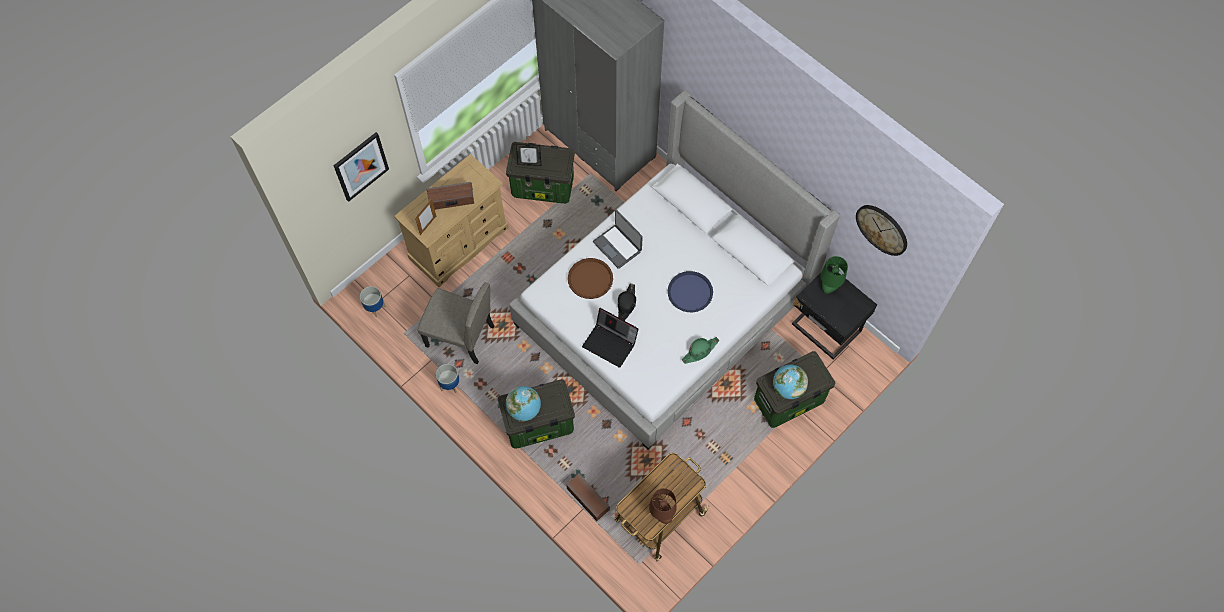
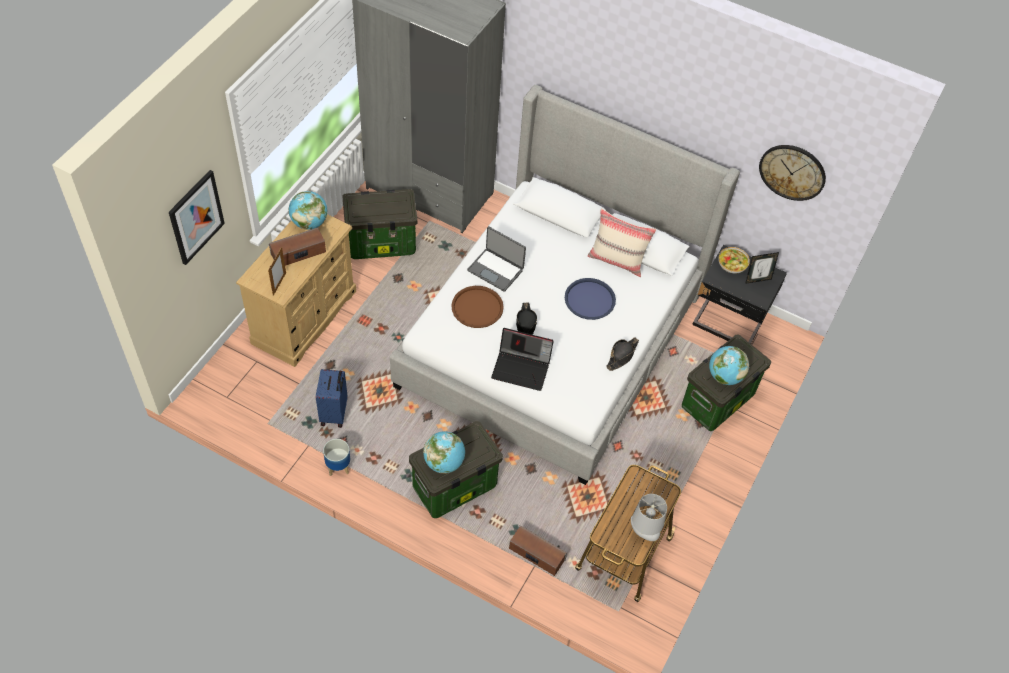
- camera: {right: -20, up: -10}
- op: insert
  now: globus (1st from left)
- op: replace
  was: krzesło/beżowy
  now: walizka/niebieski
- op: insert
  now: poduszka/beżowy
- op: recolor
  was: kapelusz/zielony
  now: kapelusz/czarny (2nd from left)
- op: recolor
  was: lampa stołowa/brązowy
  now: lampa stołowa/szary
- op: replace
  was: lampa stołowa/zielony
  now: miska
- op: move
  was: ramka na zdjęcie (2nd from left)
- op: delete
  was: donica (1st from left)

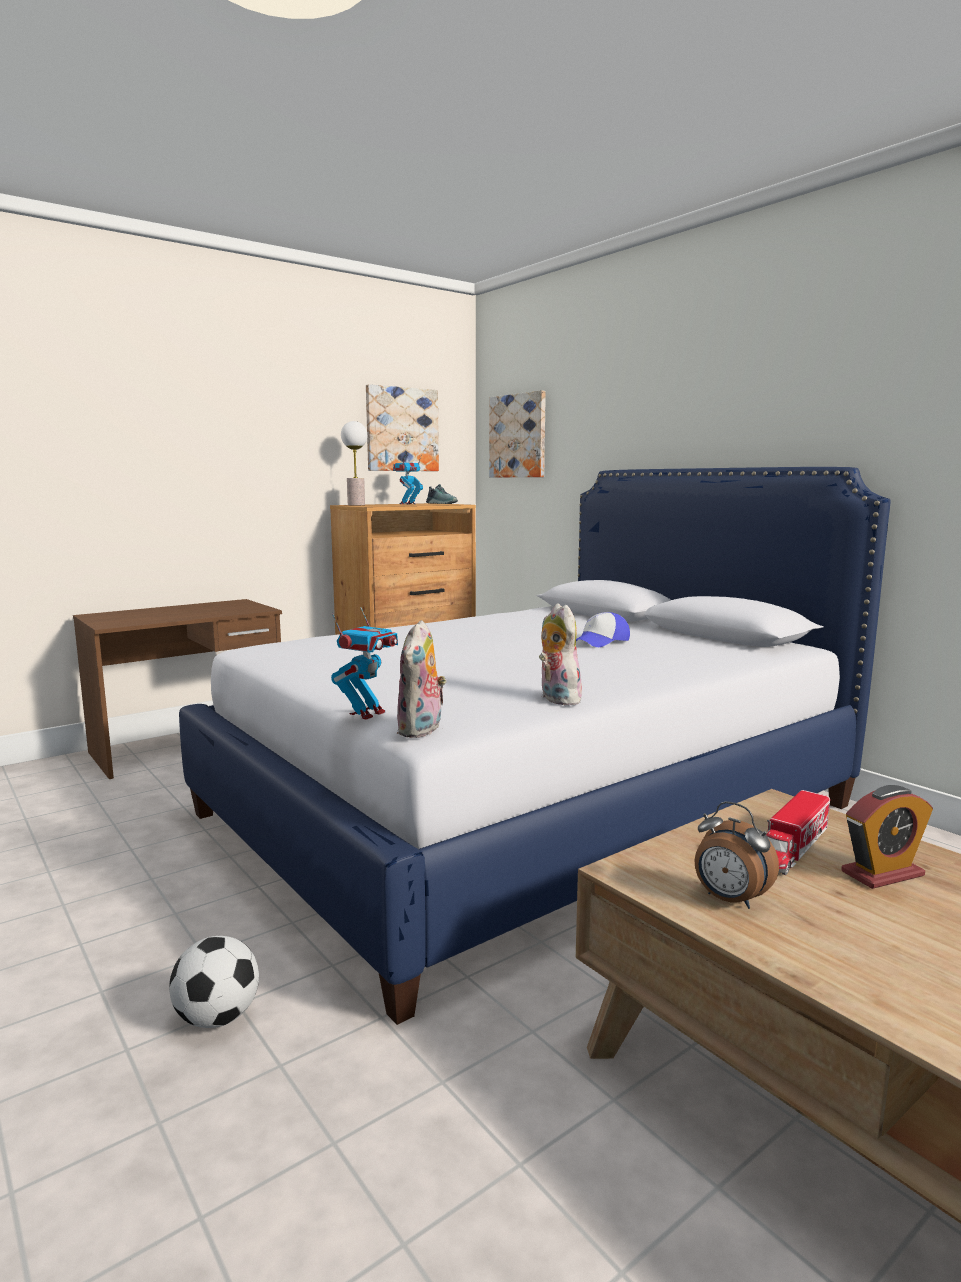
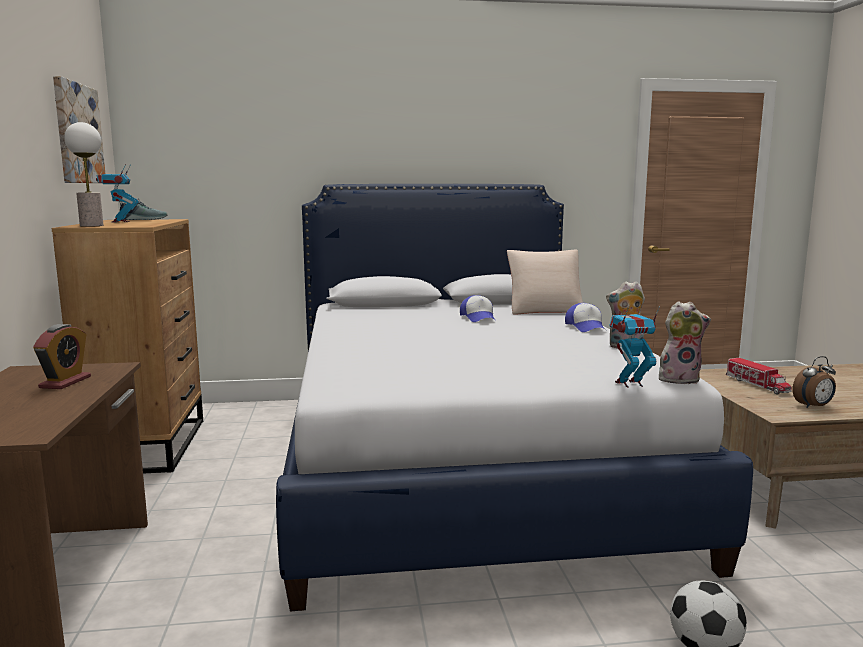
- camera: {right: -60, up: 0}
- op: move
  was: budzik (2nd from left in the first image)
  now: budzik (1st from left)
- op: insert
  now: poduszka/beżowy
- op: insert
  now: czapka z daszkiem (2nd from left)
- op: rotate
  was: robot zabawkowy (1st from left in the first image)
  clockwise: -75
- op: rotate
  was: pluszak (1st from left in the first image)
  clockwise: -45
- op: delete
  was: obraz (2nd from left)

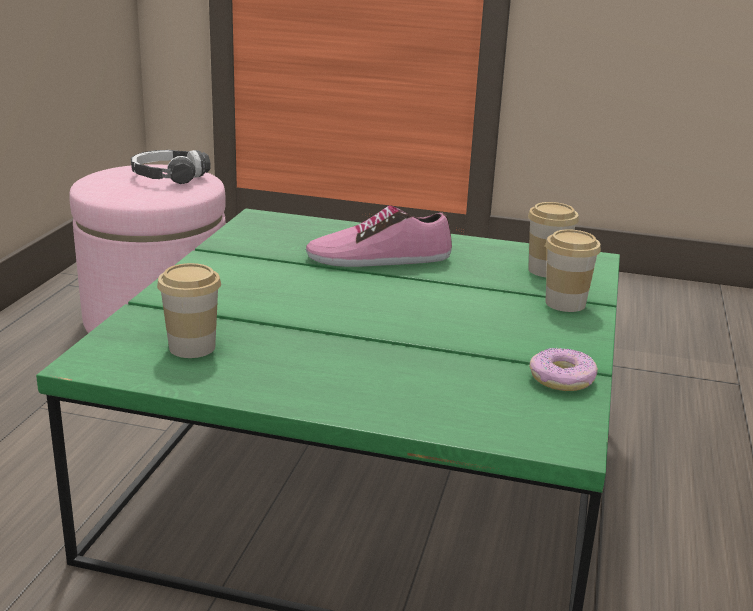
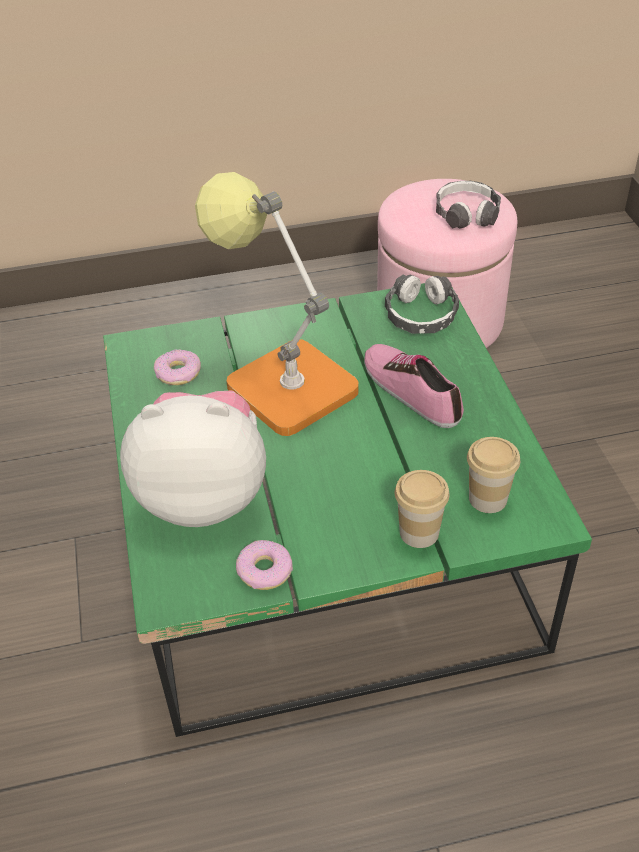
- camera: {right: 65, up: 20}
- op: insert
  now: pluszak
- op: replace
  was: filiżanka (1st from left)
  now: donut (1st from left)
- op: insert
  now: lampa stołowa
- op: insert
  now: słuchawki (1st from left)

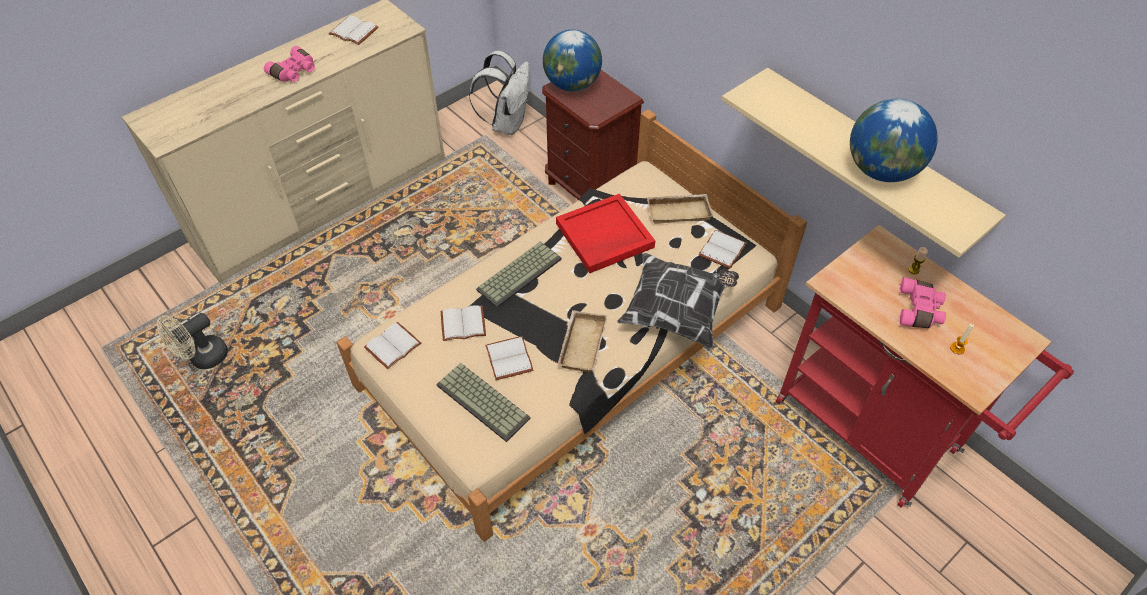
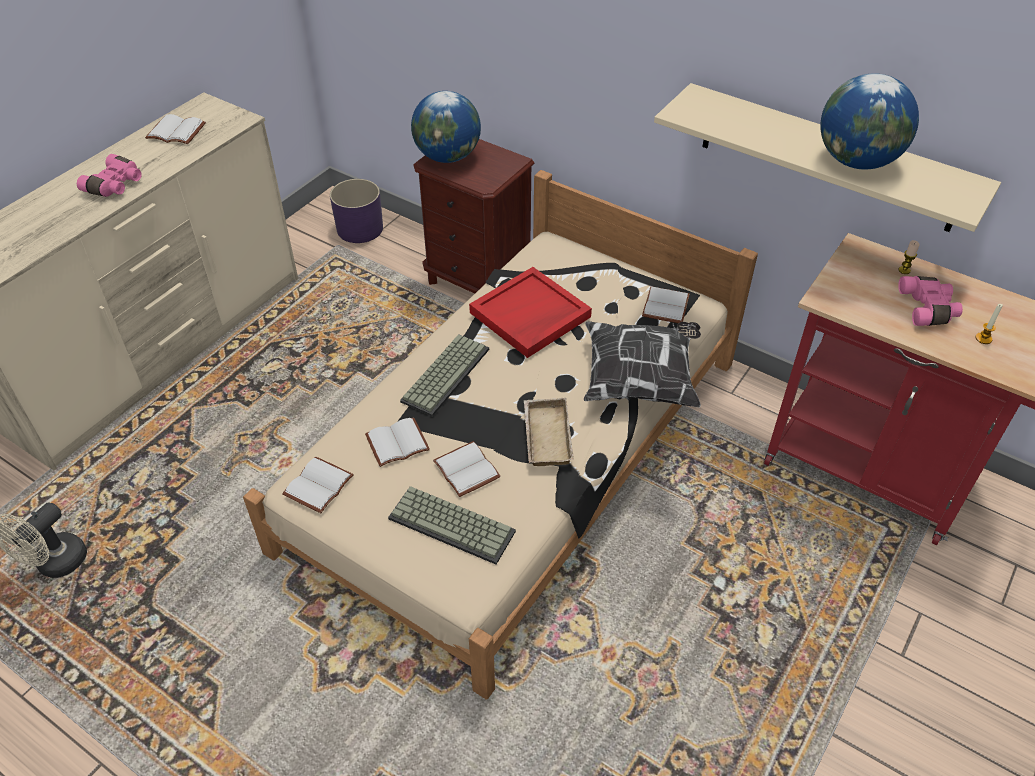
- camera: {right: -15, up: -5}
- op: replace
  was: plecak/biały
  now: donica/fioletowy
- op: delete
  was: taca/beżowy (2nd from left)

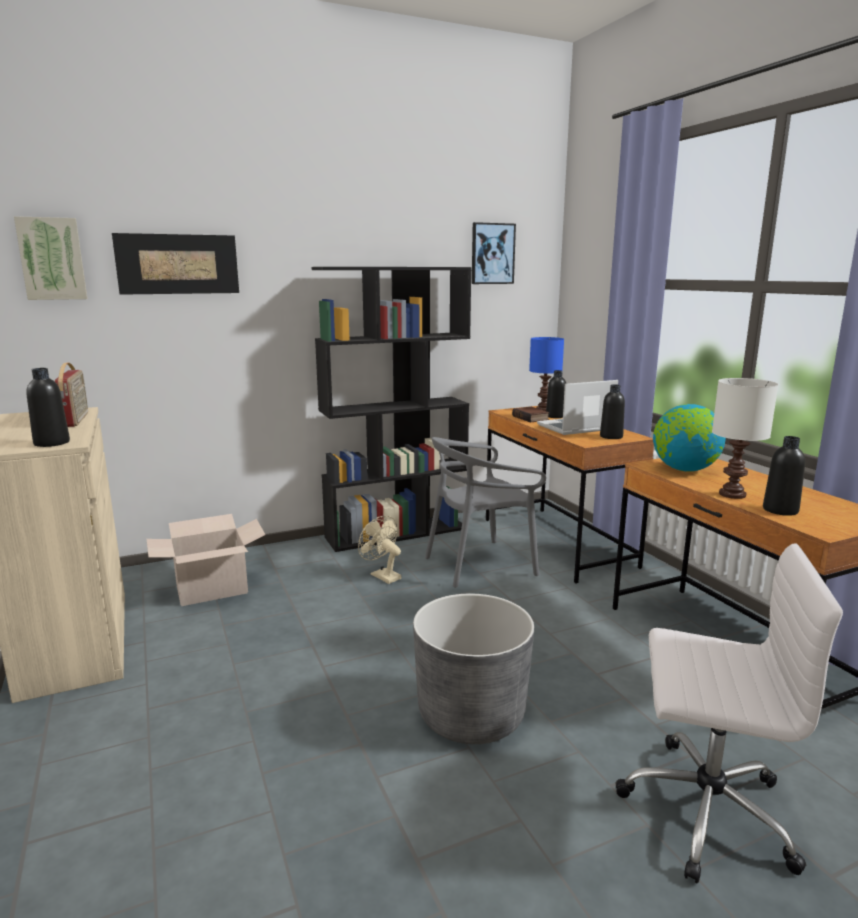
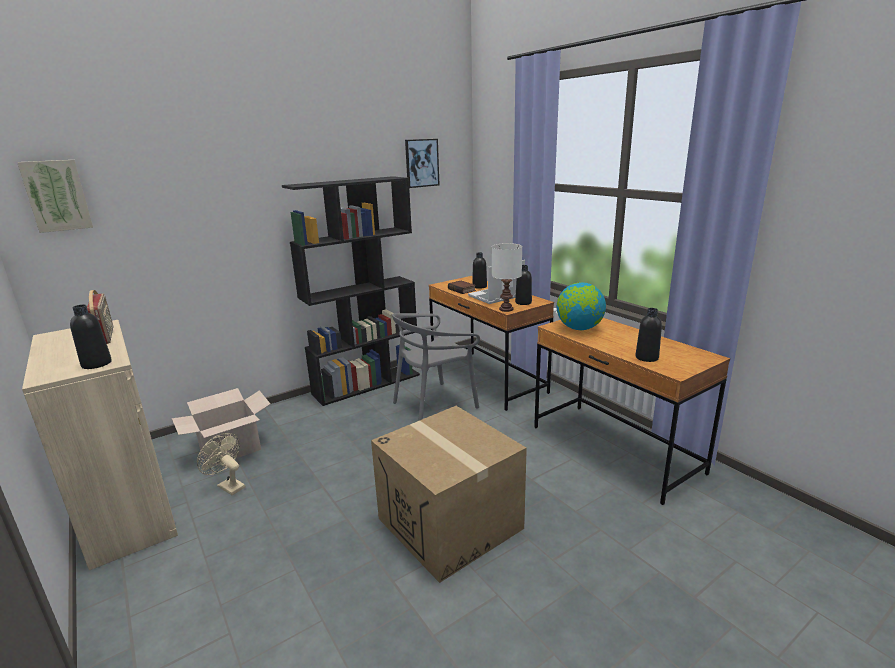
- camera: {right: -10, up: 5}
- op: move
  was: wentylator/beżowy
- op: replace
  was: donica/szary
  now: karton (2nd from left)
- op: move
  was: lampa stołowa/biały
- op: delete
  was: obraz (2nd from left)
- op: delete
  was: lampa stołowa/niebieski
- op: delete
  was: krzesło biurowe/biały

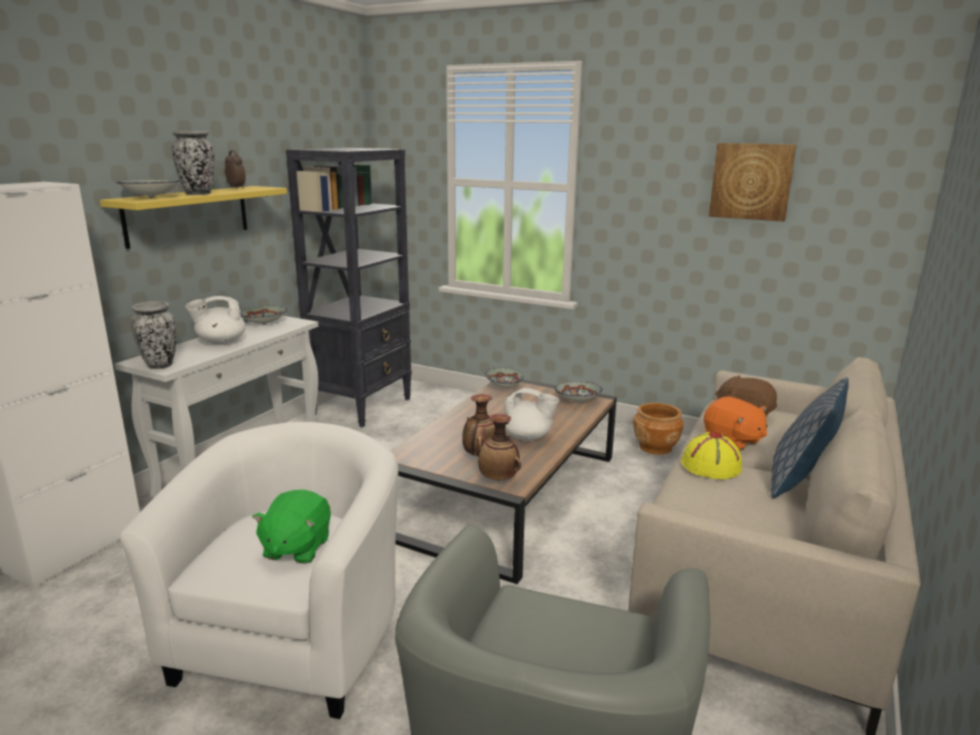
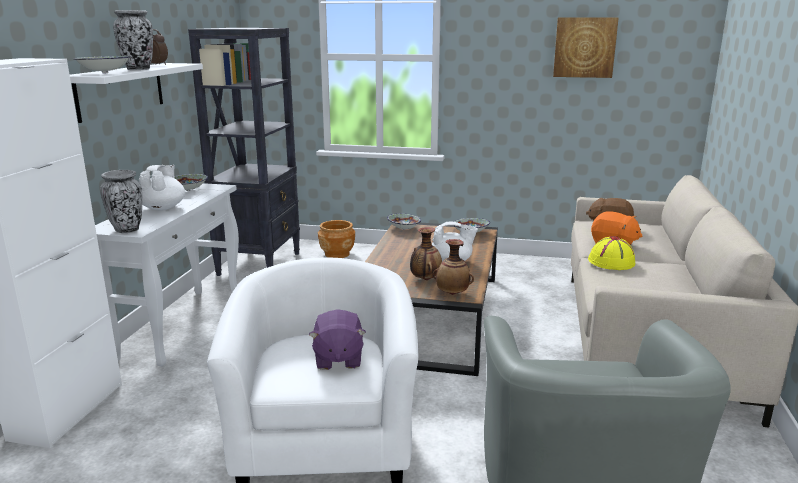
- camera: {right: -15, up: 0}
- op: recolor
  was: półka/żółty
  now: półka/biały
- op: rotate
  was: imbryk/biały (1st from left)
  clockwise: 135
- op: recolor
  was: pluszak/zielony
  now: pluszak/fioletowy
- op: move
  was: donica/brązowy
- op: delete
  was: poduszka

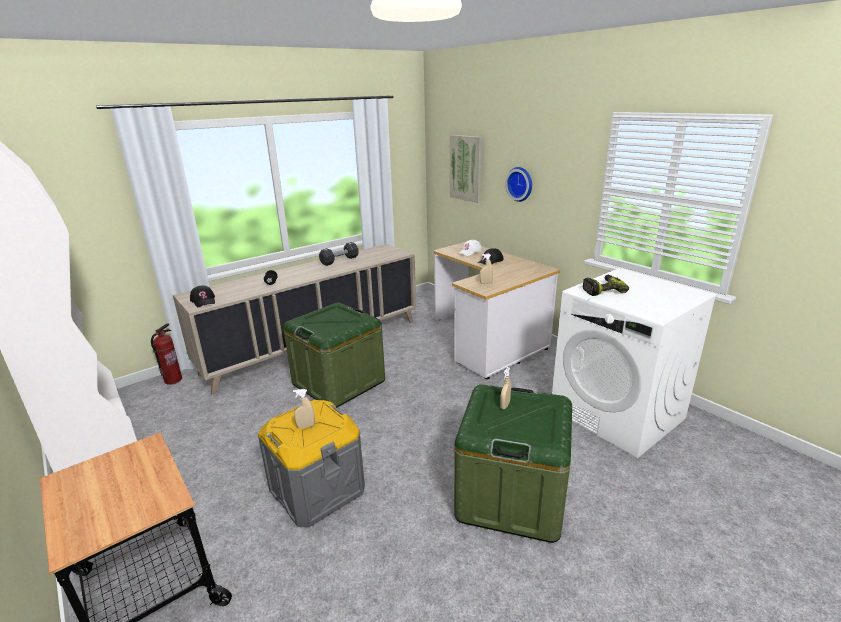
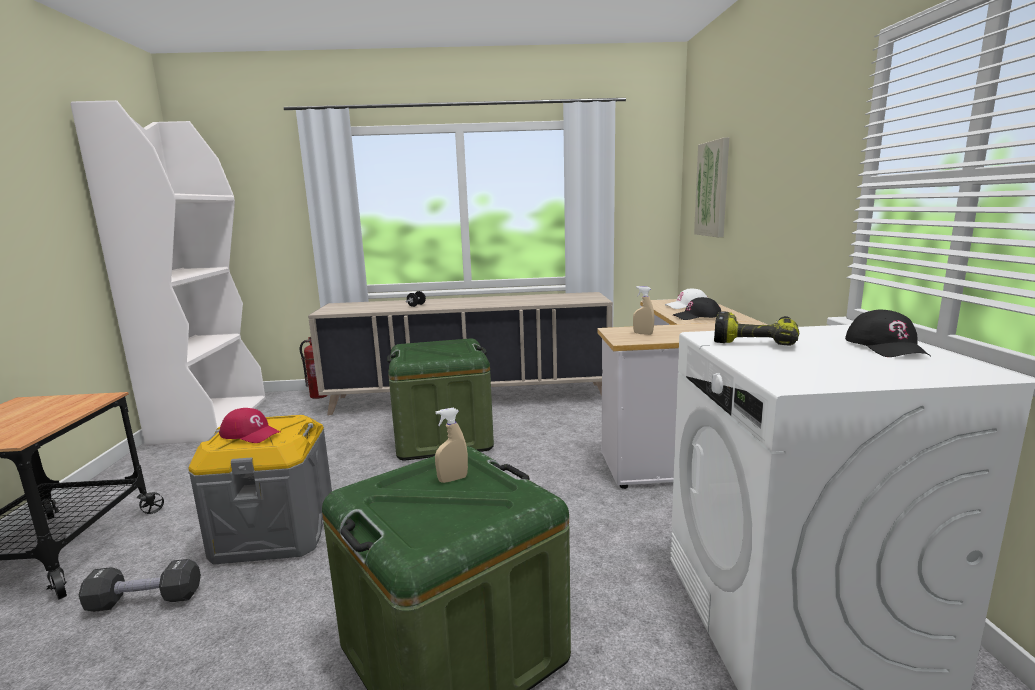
- camera: {right: 35, up: -10}
- op: move
  was: hantel/czarny (2nd from left in the first image)
  now: hantel/czarny (1st from left)
- op: replace
  was: spryskiwacz/beżowy (1st from left)
  now: czapka z daszkiem/czerwony
- op: move
  was: czapka z daszkiem/czarny (1st from left in the first image)
  now: czapka z daszkiem/czarny (2nd from left)
- op: delete
  was: zegar ścienny

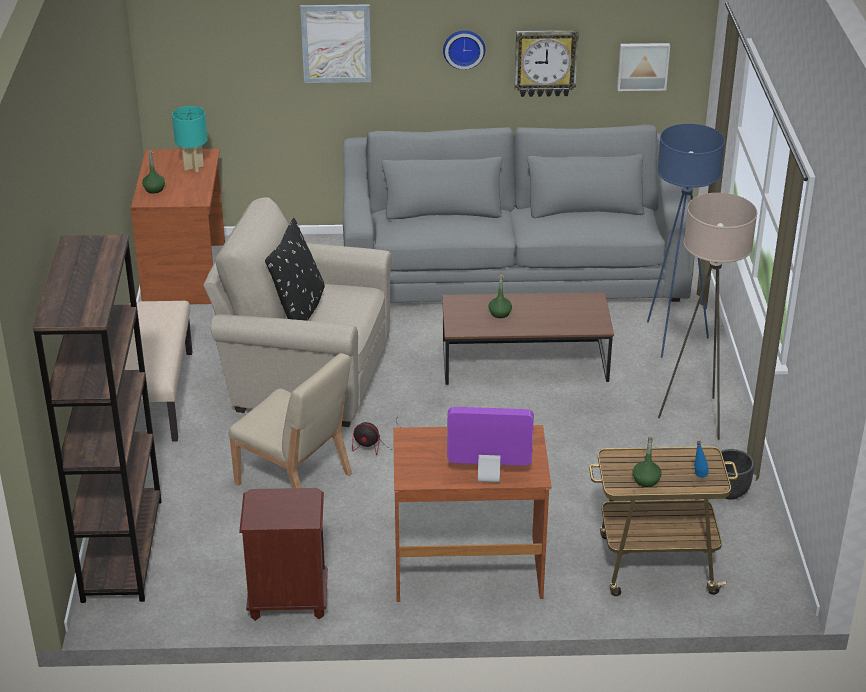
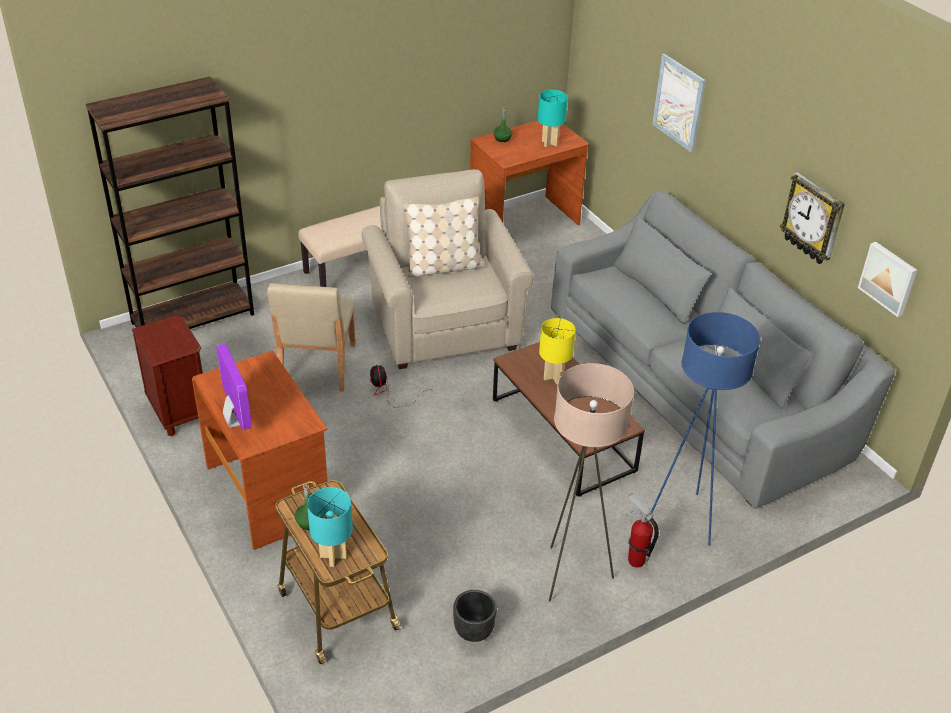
- camera: {right: 60, up: 5}
- op: replace
  was: butelka/niebieski
  now: lampa stołowa/turkusowy (1st from left)
- op: recolor
  was: poduszka/czarny
  now: poduszka/beżowy
- op: replace
  was: butelka/zielony (2nd from left)
  now: lampa stołowa/żółty
- op: insert
  now: gaśnica
- op: delete
  was: zegar ścienny (1st from left)

